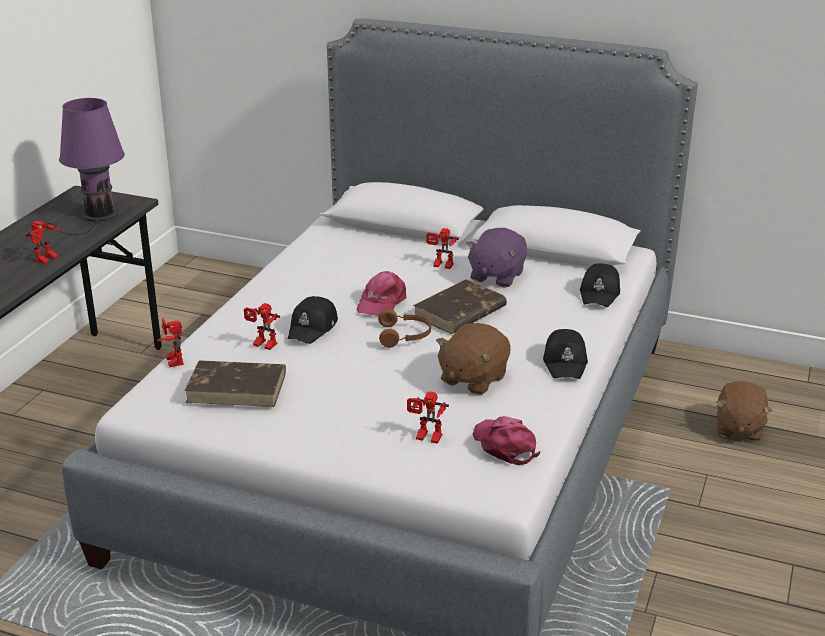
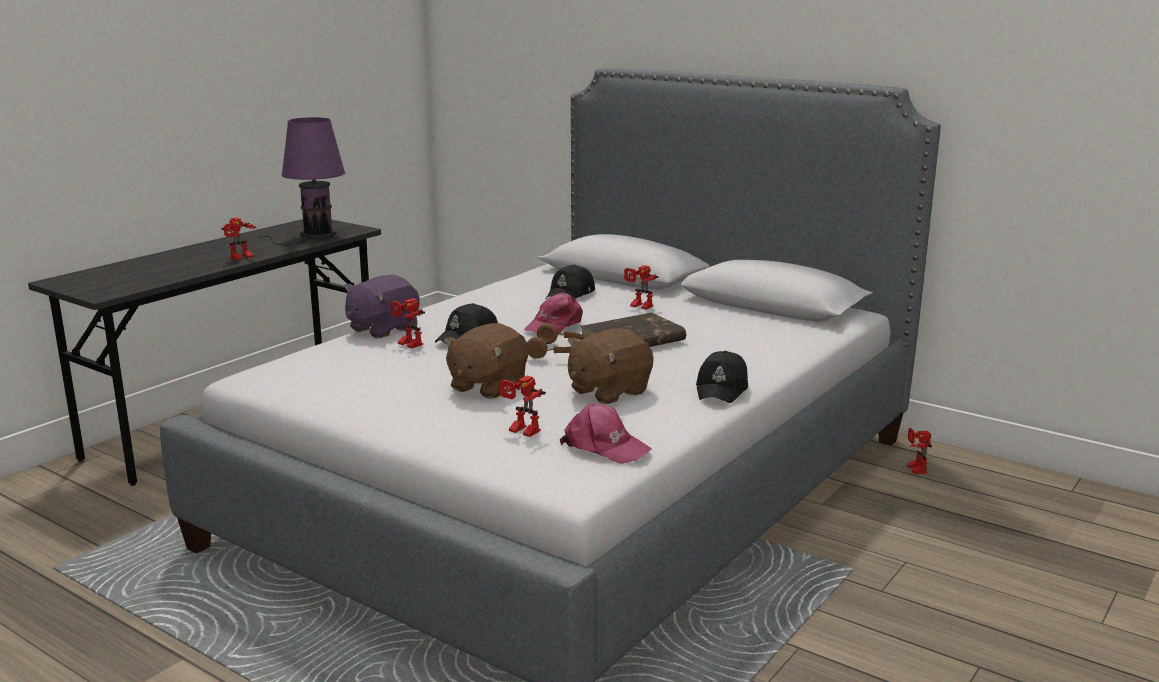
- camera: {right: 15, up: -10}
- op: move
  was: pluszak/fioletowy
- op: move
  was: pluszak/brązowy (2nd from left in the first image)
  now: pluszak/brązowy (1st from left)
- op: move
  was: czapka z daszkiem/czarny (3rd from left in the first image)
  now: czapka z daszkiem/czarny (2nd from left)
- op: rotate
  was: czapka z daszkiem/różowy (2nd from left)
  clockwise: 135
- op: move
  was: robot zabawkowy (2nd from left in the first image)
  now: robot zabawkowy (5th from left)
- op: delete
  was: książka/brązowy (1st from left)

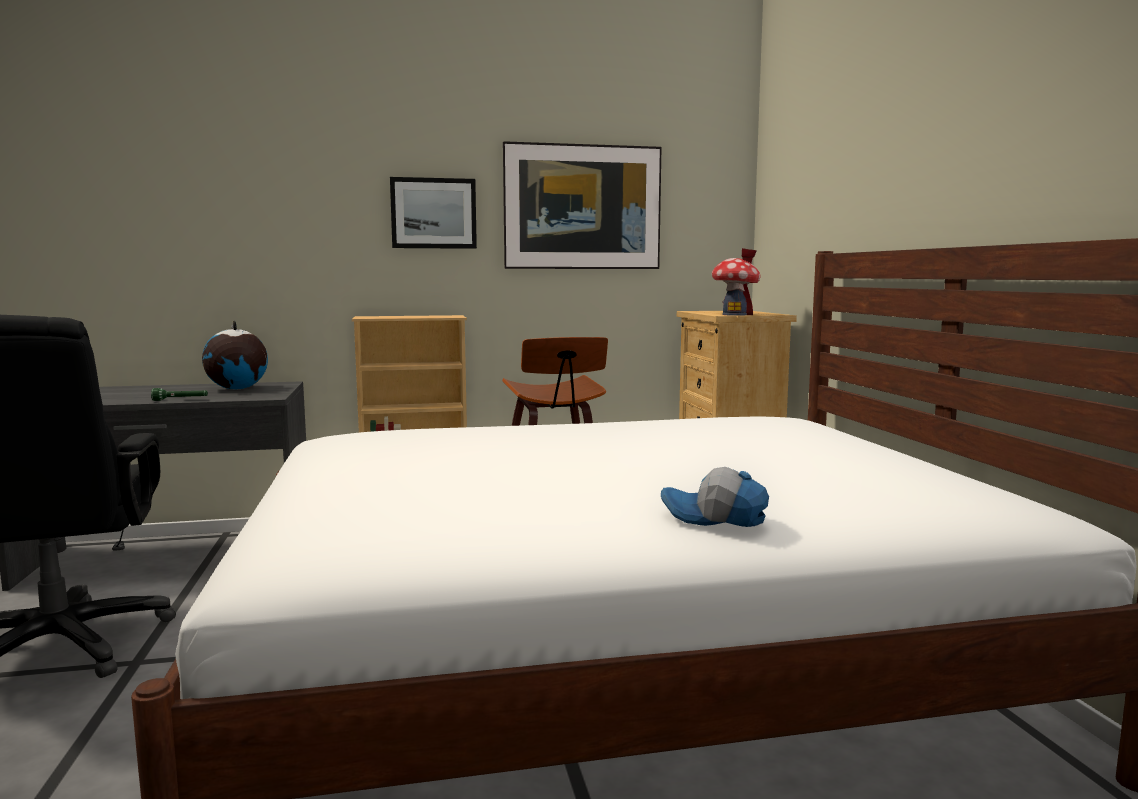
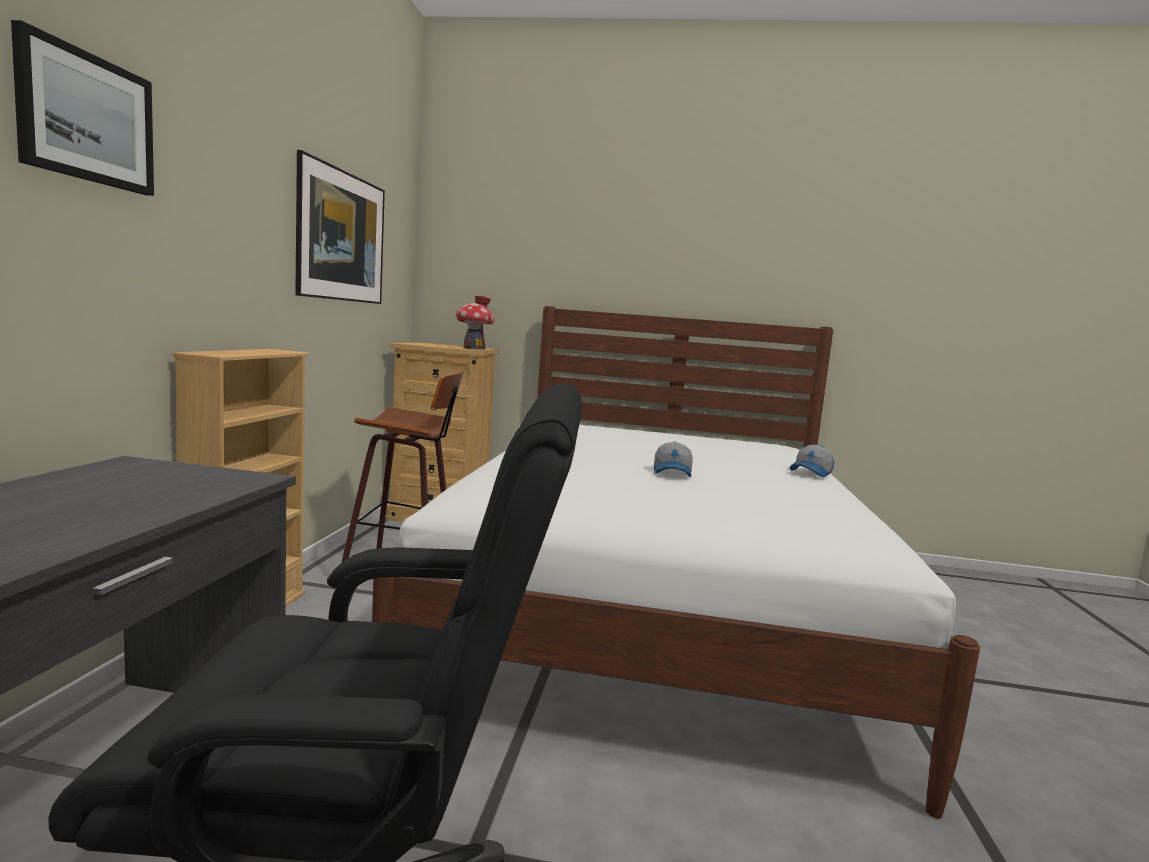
- camera: {right: -70, up: 0}
- op: move
  was: obraz (1st from left)
- op: insert
  now: czapka z daszkiem (1st from left)
- op: delete
  was: latarka/zielony
- op: delete
  was: globus

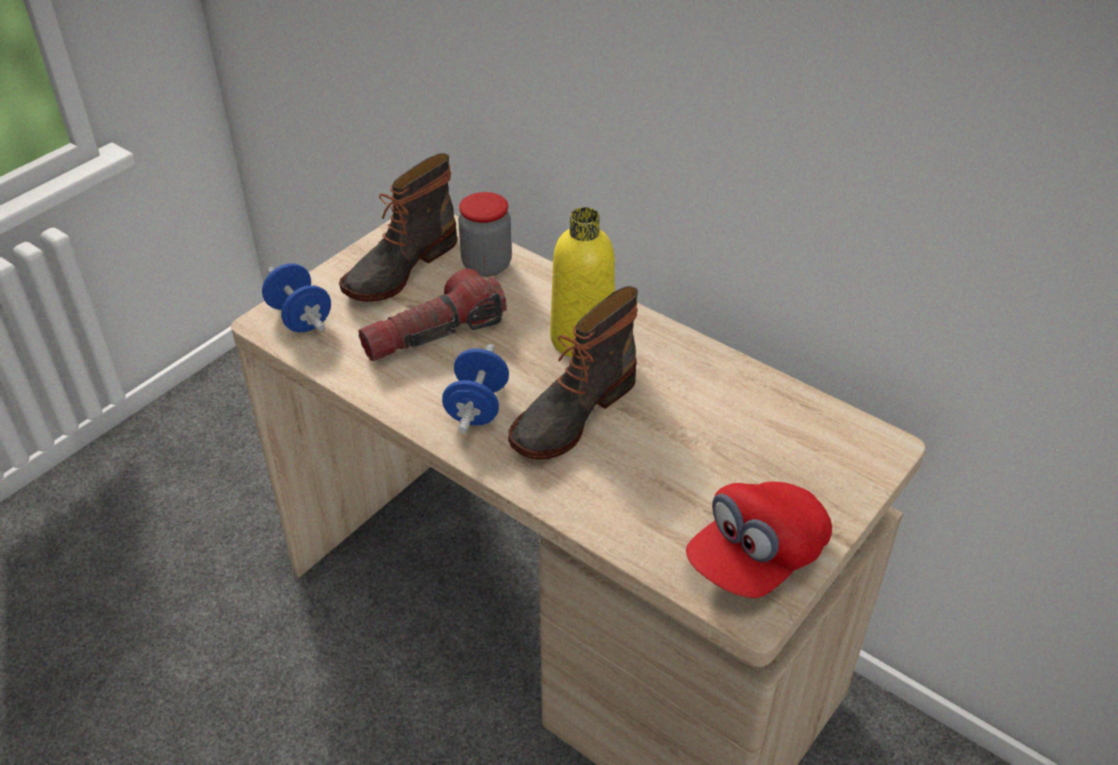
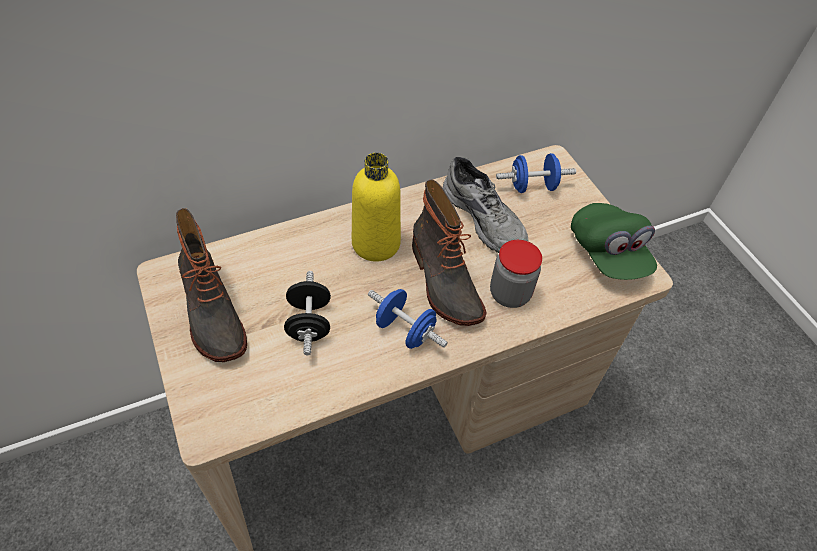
- camera: {right: -65, up: 10}
- op: replace
  was: latarka
  now: hantel/czarny
- op: insert
  now: but/szary
- op: move
  was: słoik
- op: move
  was: hantel/niebieski (1st from left in the first image)
  now: hantel/niebieski (2nd from left)
- op: recolor
  was: czapka z daszkiem/czerwony
  now: czapka z daszkiem/zielony

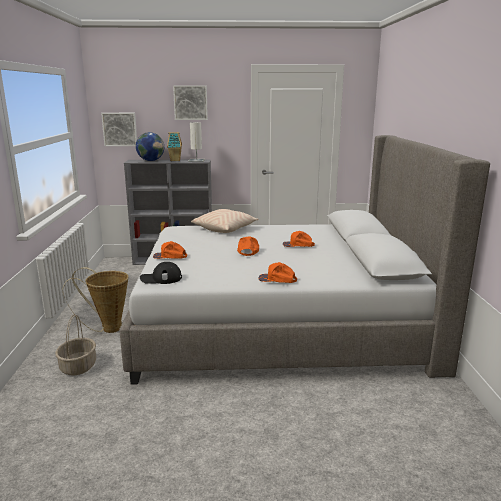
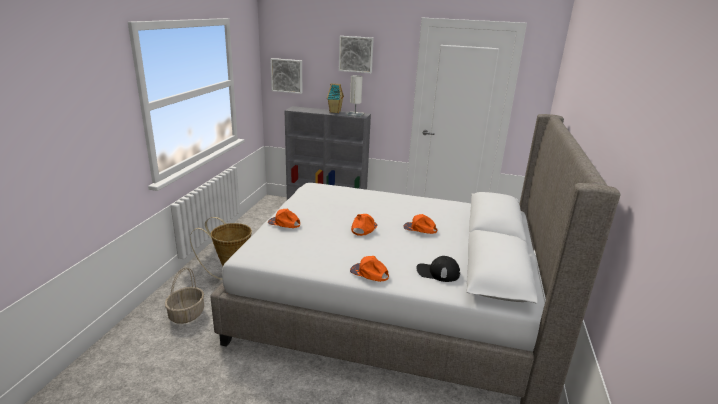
- camera: {right: 15, up: 5}
- op: move
  was: czapka z daszkiem/czarny
- op: delete
  was: globus
- op: delete
  was: poduszka/beżowy

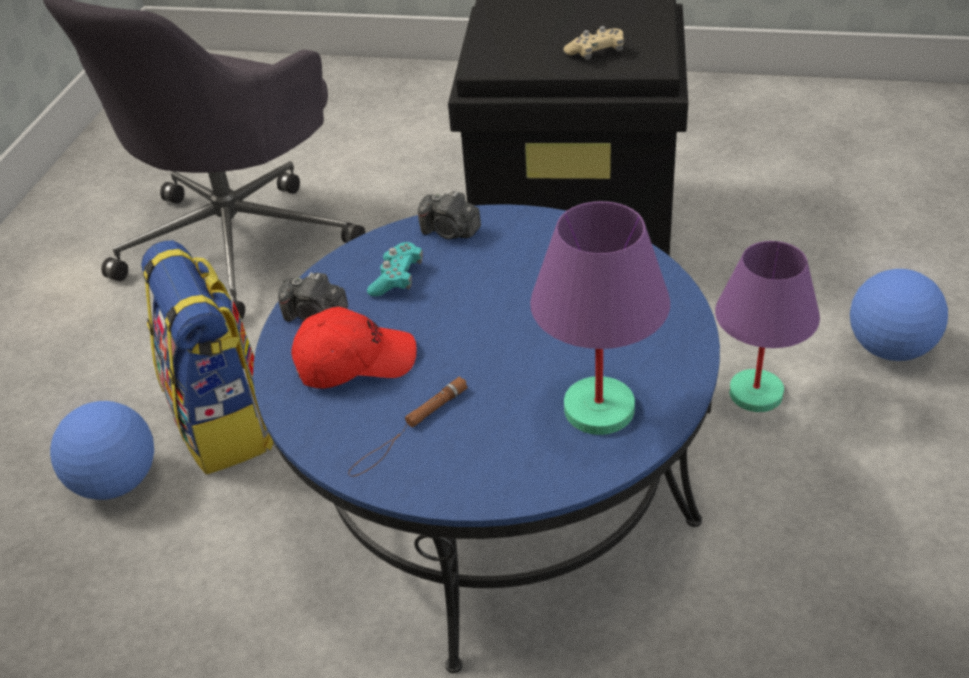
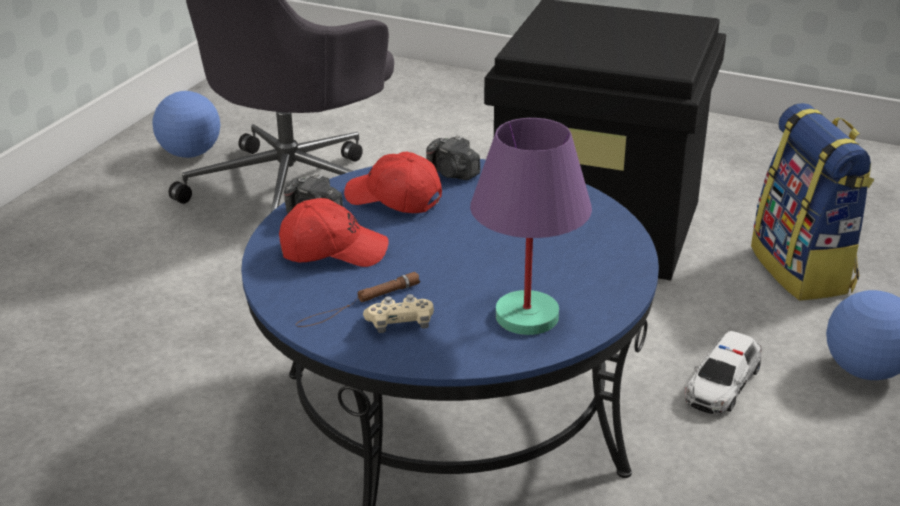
- camera: {right: 10, up: -10}
- op: move
  was: piłka futbolowa (1st from left)
- op: replace
  was: pad do gier/turkusowy
  now: czapka z daszkiem/czerwony (2nd from left)
- op: move
  was: pad do gier/beżowy
- op: replace
  was: lampa stołowa/fioletowy (2nd from left)
  now: samochodzik
- op: move
  was: plecak

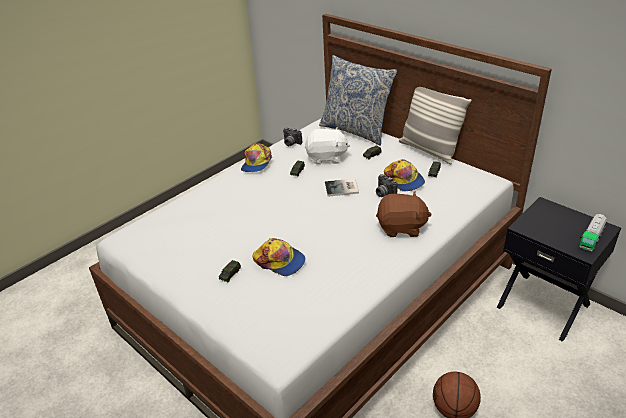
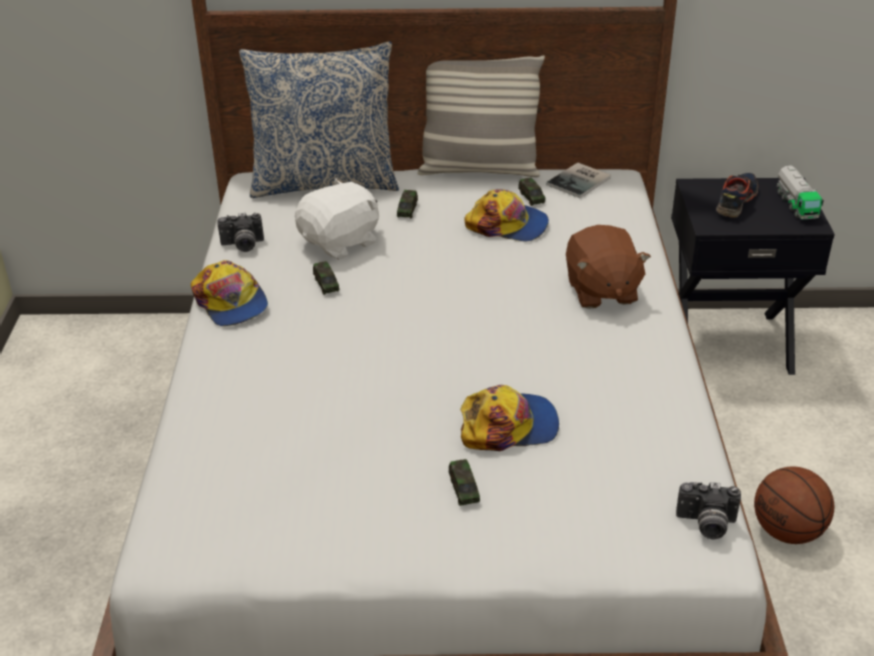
- camera: {right: -45, up: 0}
- op: move
  was: książka
- op: rotate
  was: pluszak/brązowy
  clockwise: 120
- op: move
  was: aparat fotograficzny (2nd from left)
- op: insert
  now: but

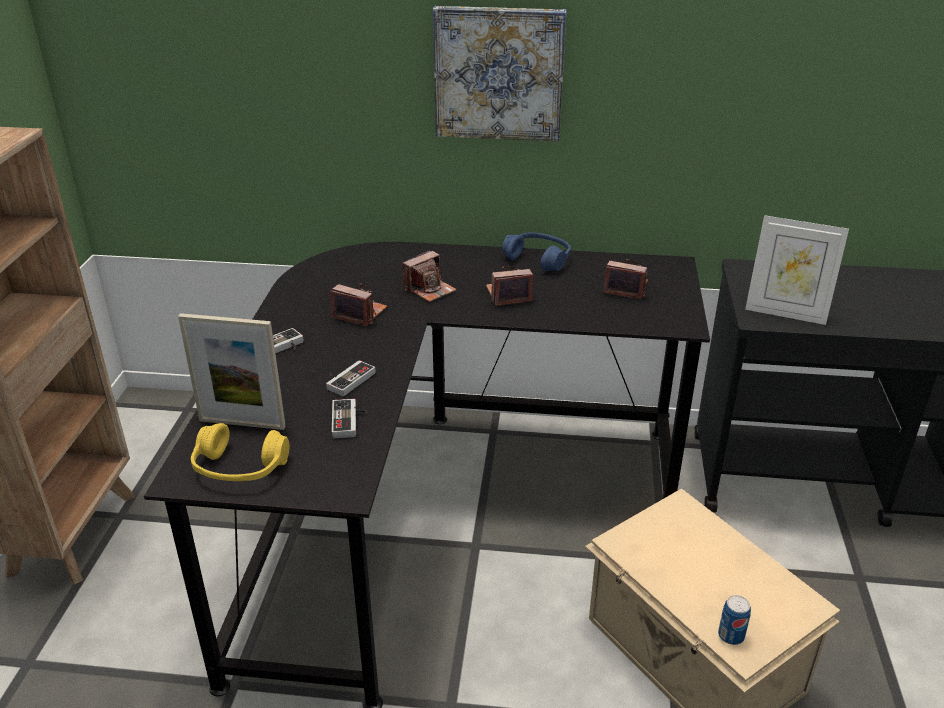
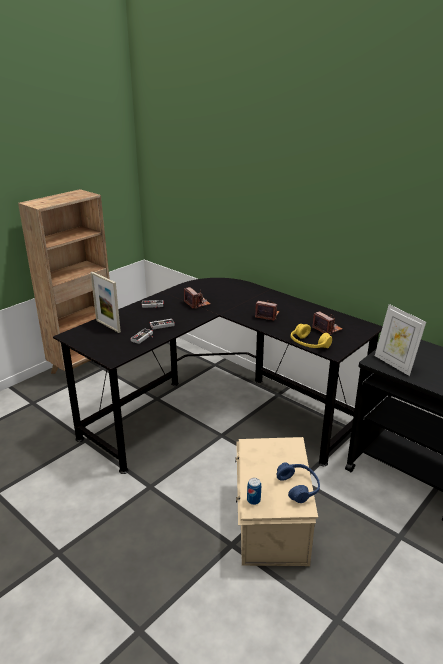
- camera: {right: 35, up: -5}
- op: move
  was: słuchawki/niebieski
- op: move
  was: słuchawki/żółty
- op: delete
  was: aparat fotograficzny (2nd from left)
- op: delete
  was: obraz

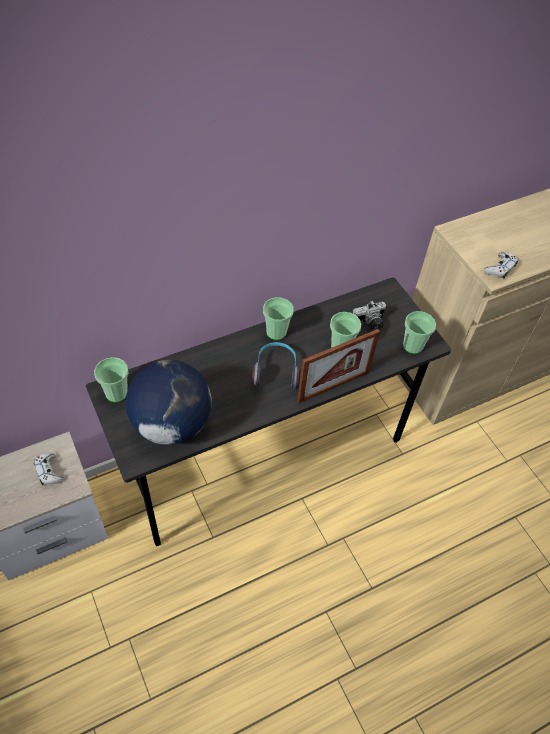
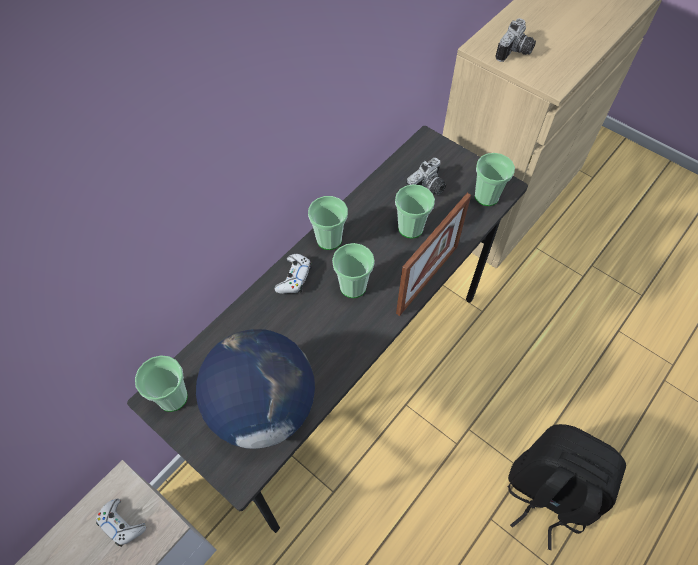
- camera: {right: -20, up: 5}
- op: move
  was: pad do gier/biały (2nd from left)
- op: replace
  was: słuchawki
  now: filiżanka (3rd from left)
- op: insert
  now: aparat fotograficzny (2nd from left)
- op: insert
  now: plecak/czarny

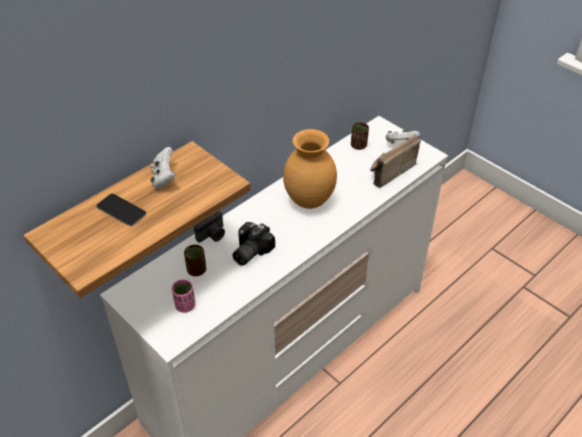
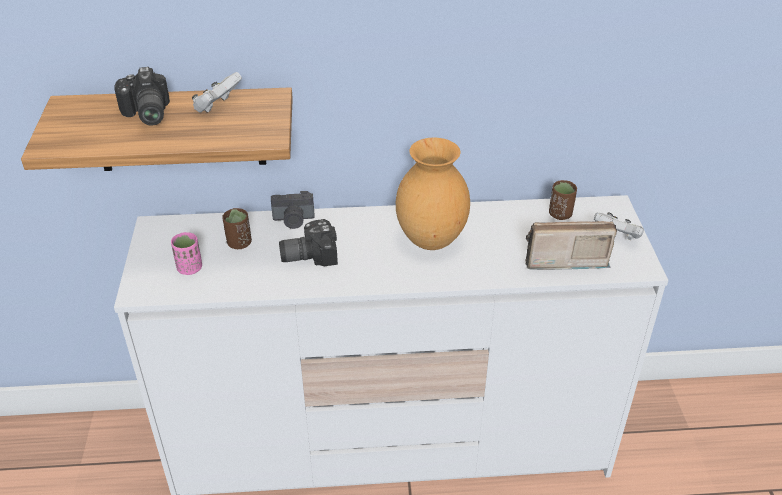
- camera: {right: 40, up: -5}
- op: replace
  was: telefon
  now: aparat fotograficzny (1st from left)

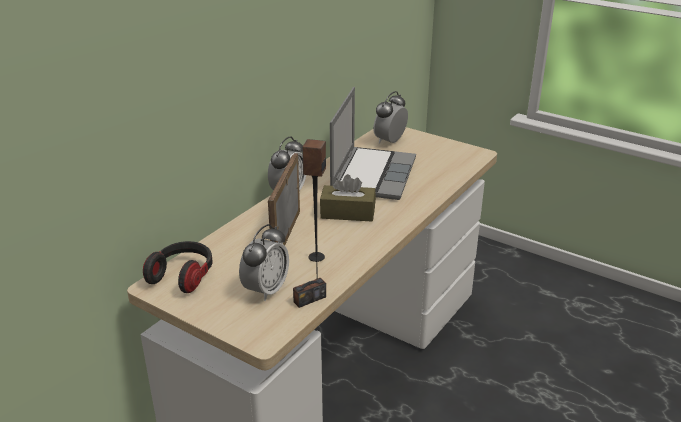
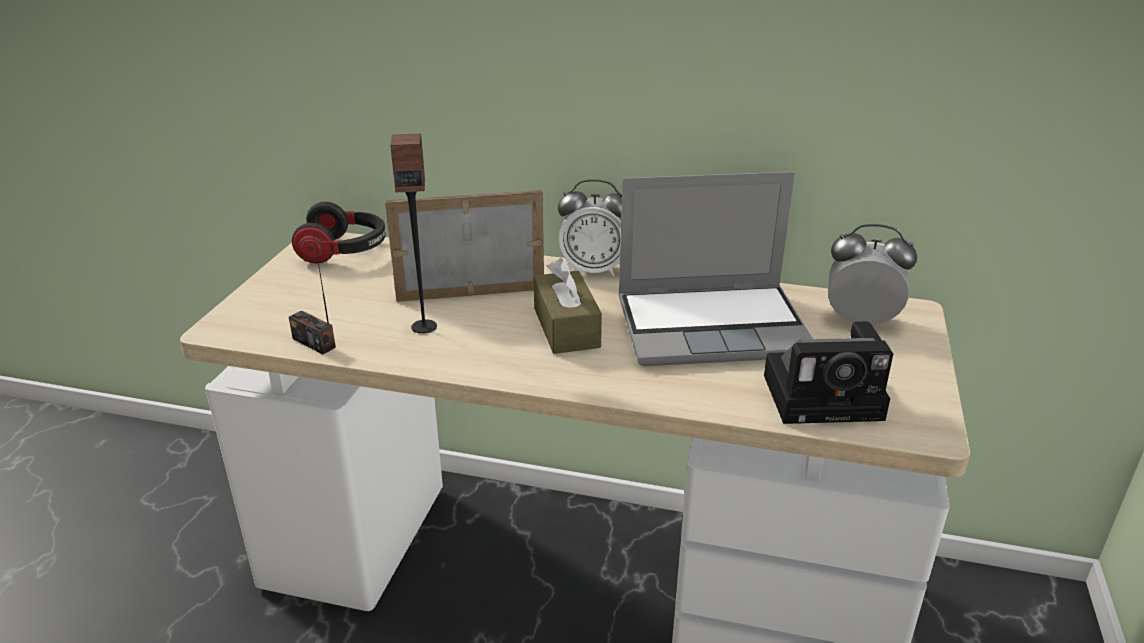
- camera: {right: 70, up: 0}
- op: insert
  now: aparat fotograficzny
- op: delete
  was: budzik (1st from left)

